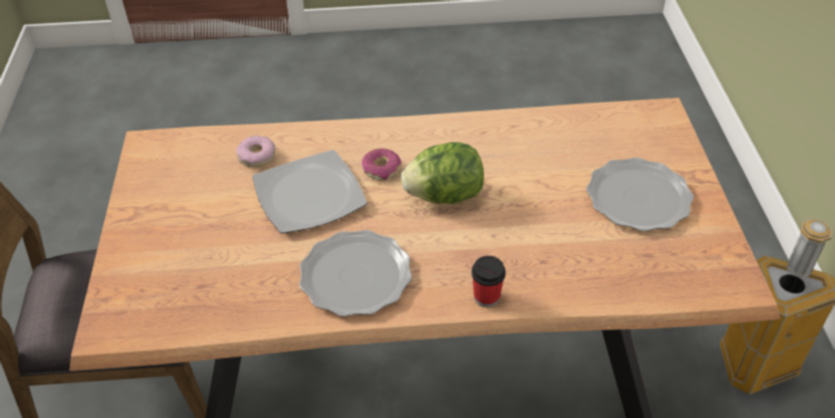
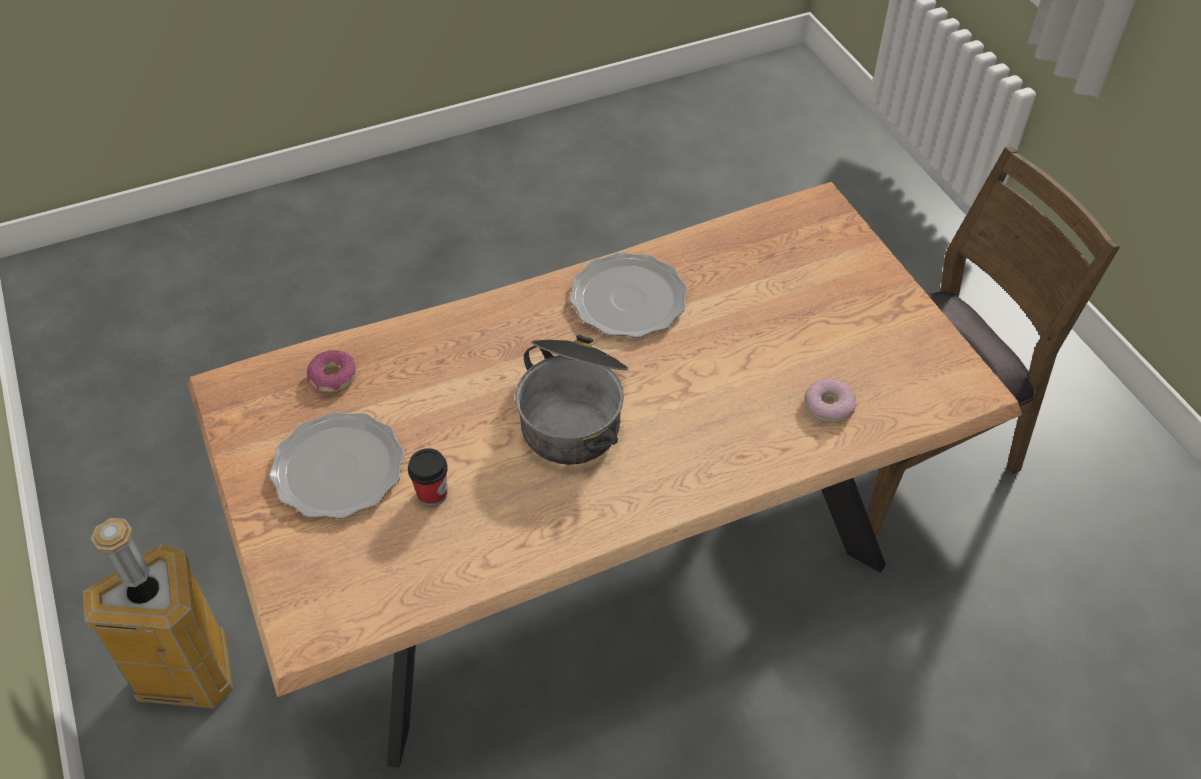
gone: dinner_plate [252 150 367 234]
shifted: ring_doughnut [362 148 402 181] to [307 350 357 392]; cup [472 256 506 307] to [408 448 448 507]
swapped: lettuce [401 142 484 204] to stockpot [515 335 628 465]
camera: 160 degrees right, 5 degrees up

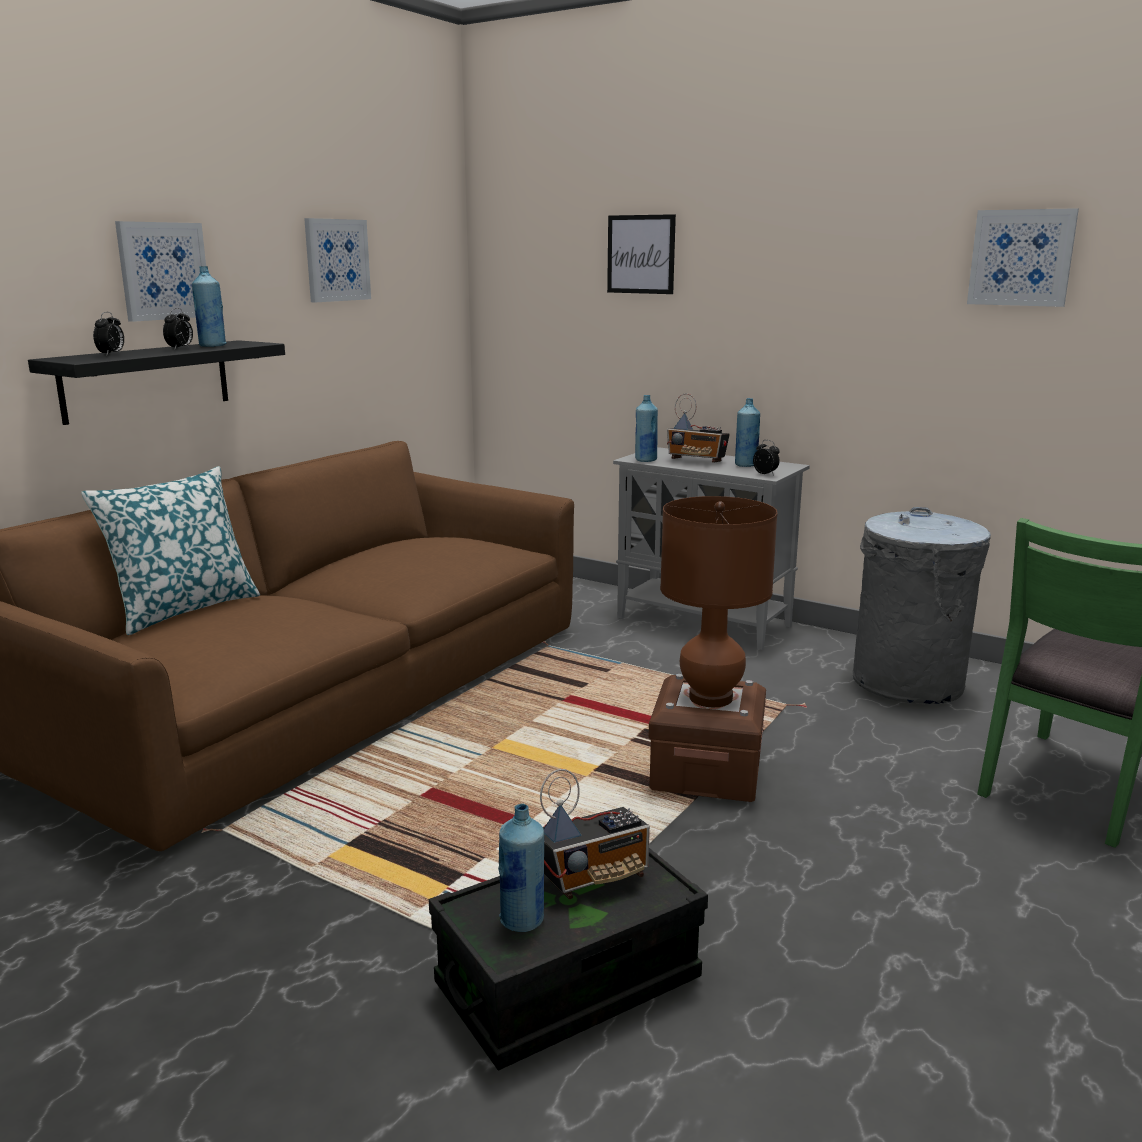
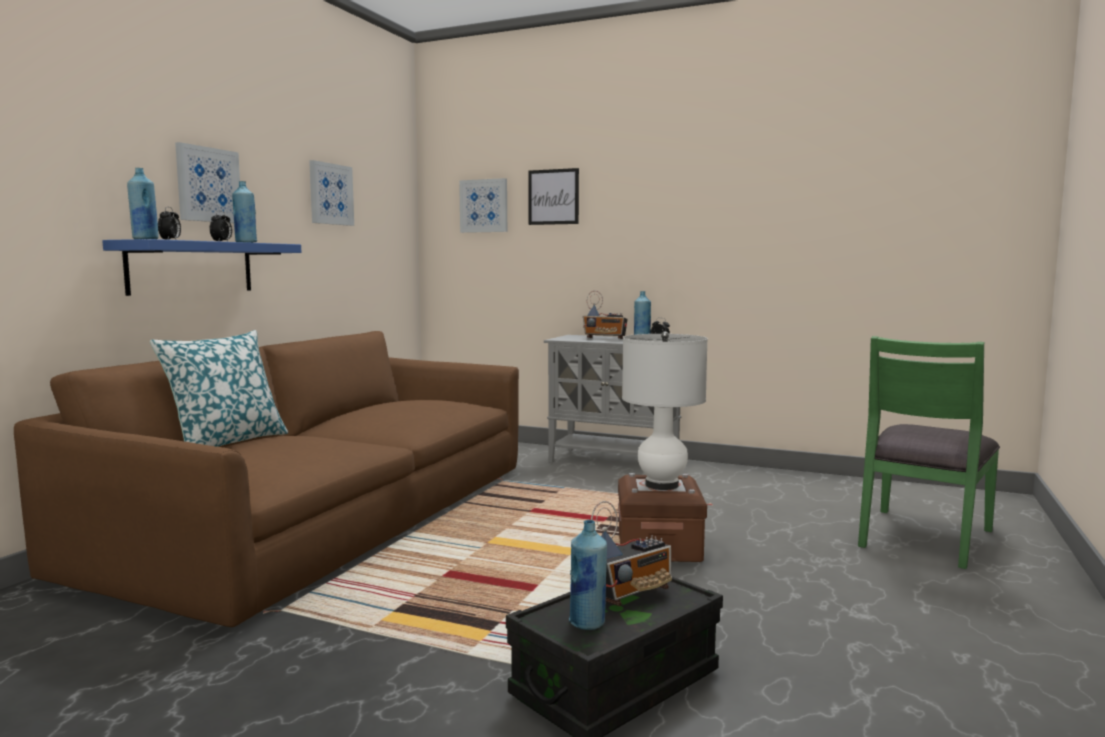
gone: grey_rubbish_bin [853 507 991 704]
shifted: bluish_drink_bottle [635 395 658 462] to [127 168 159 239]; picture [967 208 1079 307] to [459 178 507 233]
repainted: black_shelf [28 340 285 425] to bluish_shelf [102 239 302 296]; brownish_tabletop_lamp [660 496 778 707] to white_tabletop_lamp [622 332 708 490]
camera: 10 degrees left, 10 degrees down

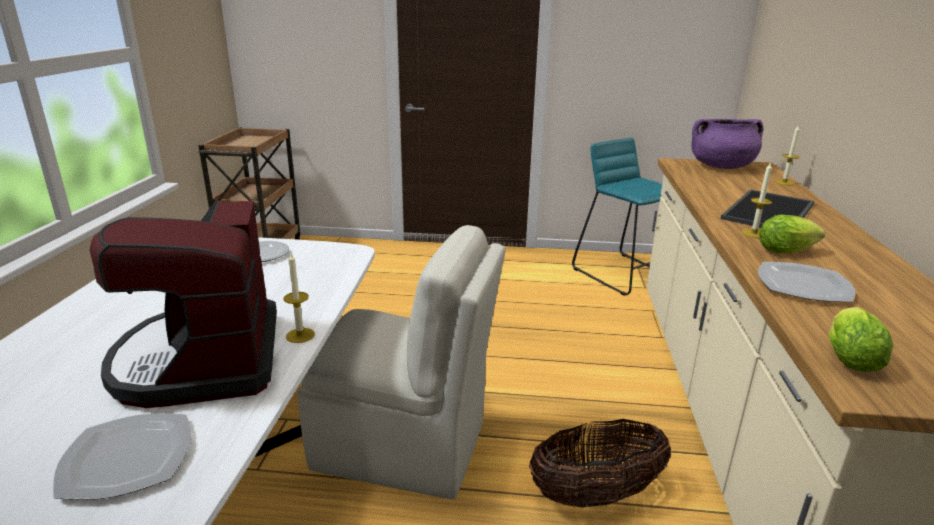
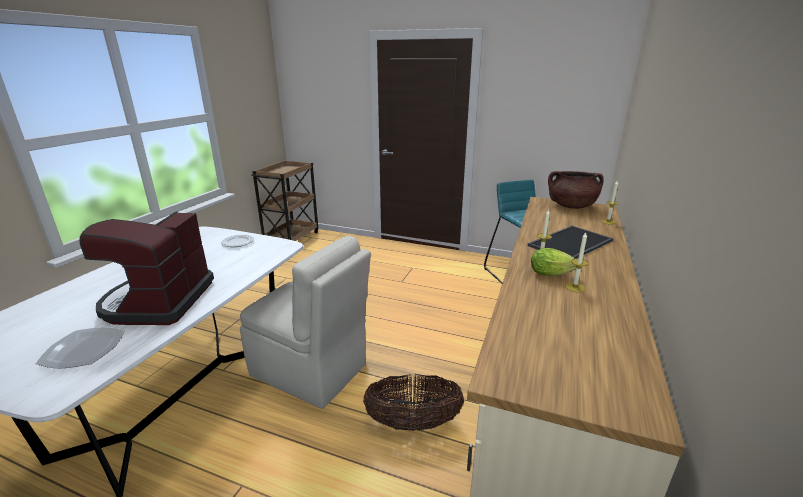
gone: dinner_plate [758 262 855 302]; lettuce [829 307 894 372]
shifted: candle [283 253 315 343] to [565 233 589 292]
repainted: purple_stockpot [691 119 763 169] to brownish_stockpot [548 171 604 209]
camera: 15 degrees right, 0 degrees up

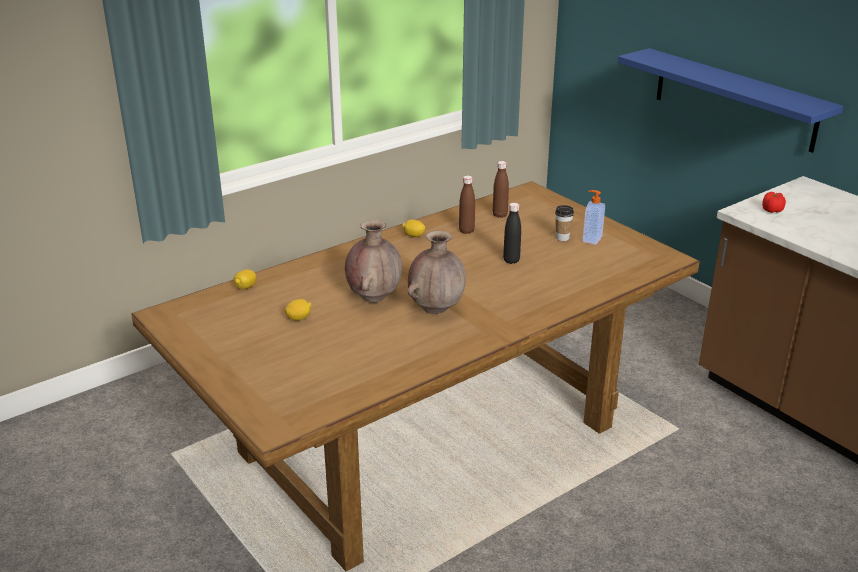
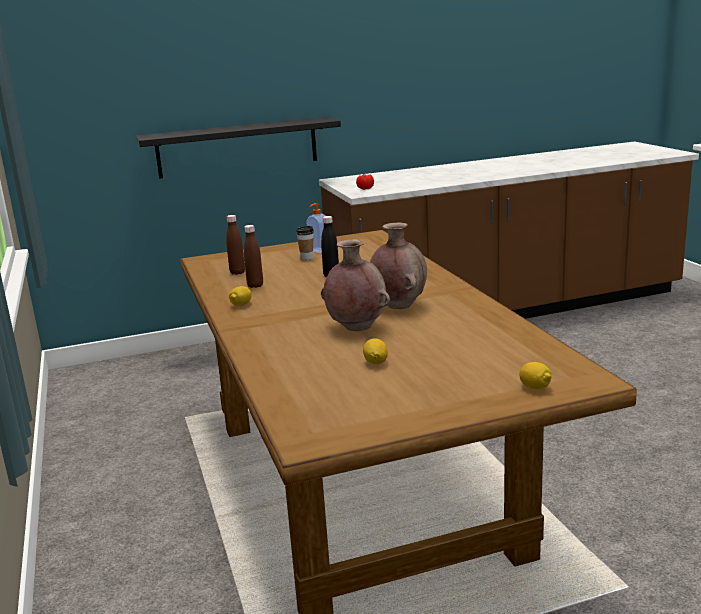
shifted: whole_lemon [234 269 257 289] to [519 362 551 389]
repainted: bluish_shelf [618 48 843 153] to black_shelf [136 117 341 179]
camera: 70 degrees left, 10 degrees down

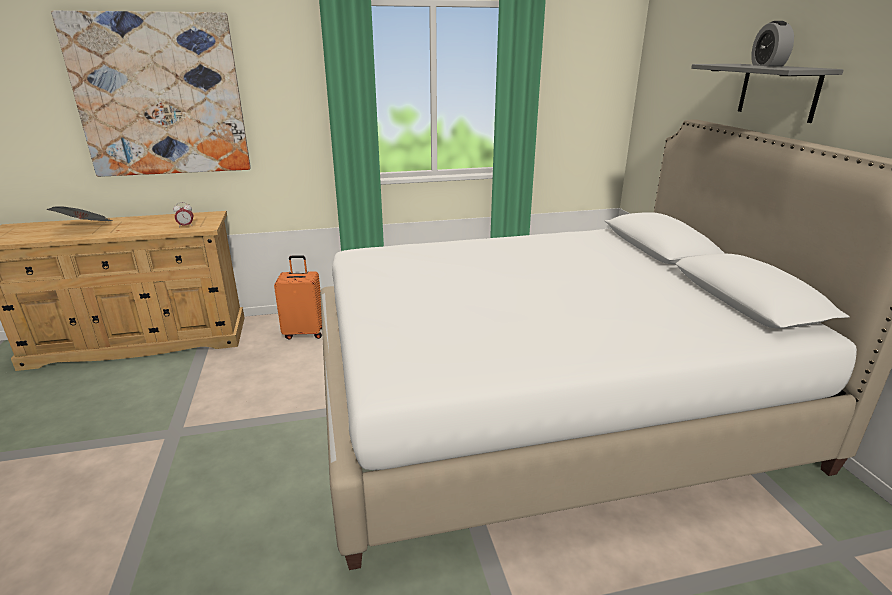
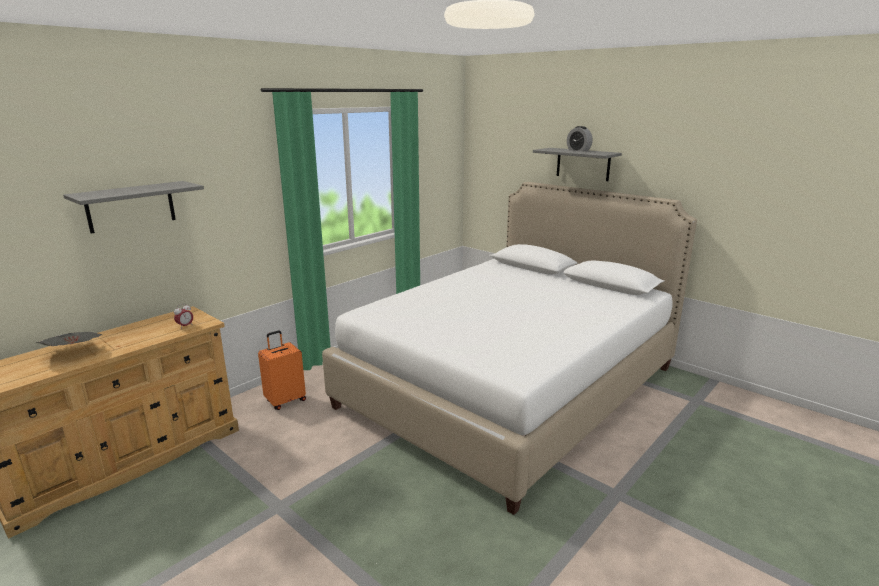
swapped: picture [51 11 251 177] to grey_shelf [63 181 204 233]
camera: 35 degrees left, 5 degrees down

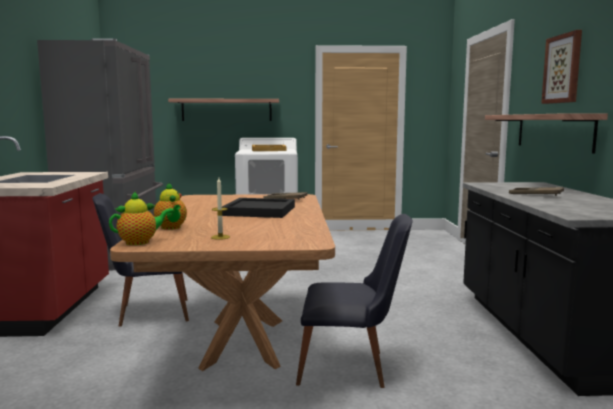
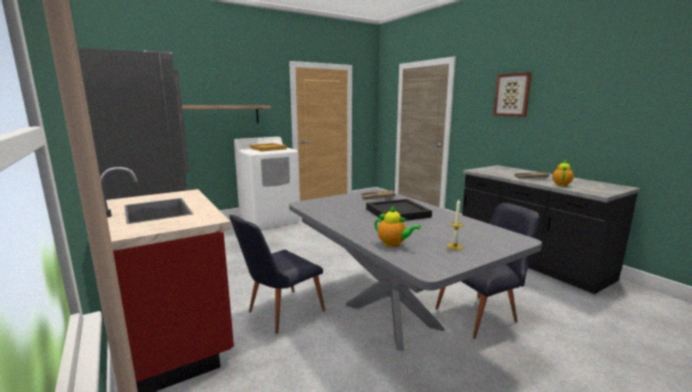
gone: shelf [485 113 608 154]
shifted: teapot [109 191 174 245] to [552 159 574 186]
repainted: brownish_dining_table [110 194 335 371] to grey_dining_table [289 189 542 351]
camera: 30 degrees left, 5 degrees up

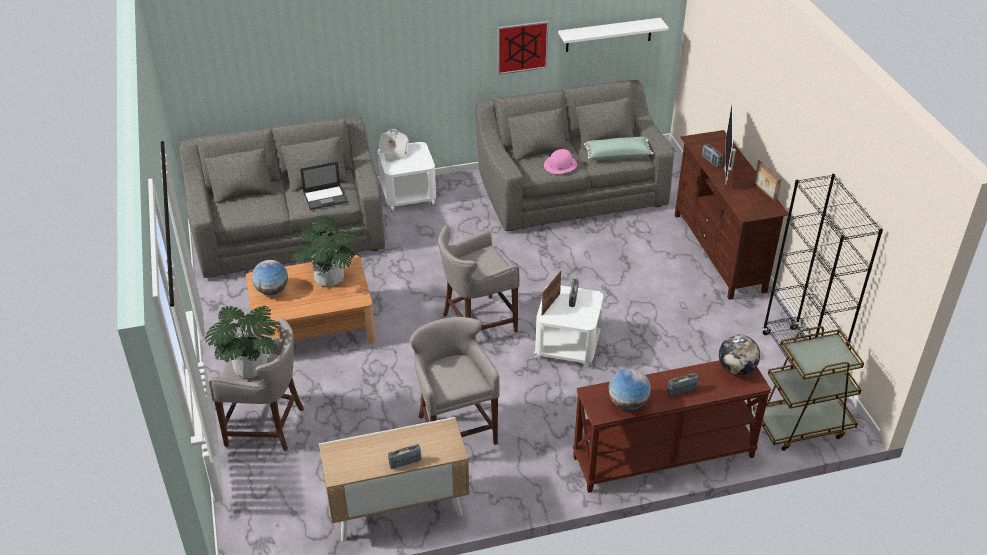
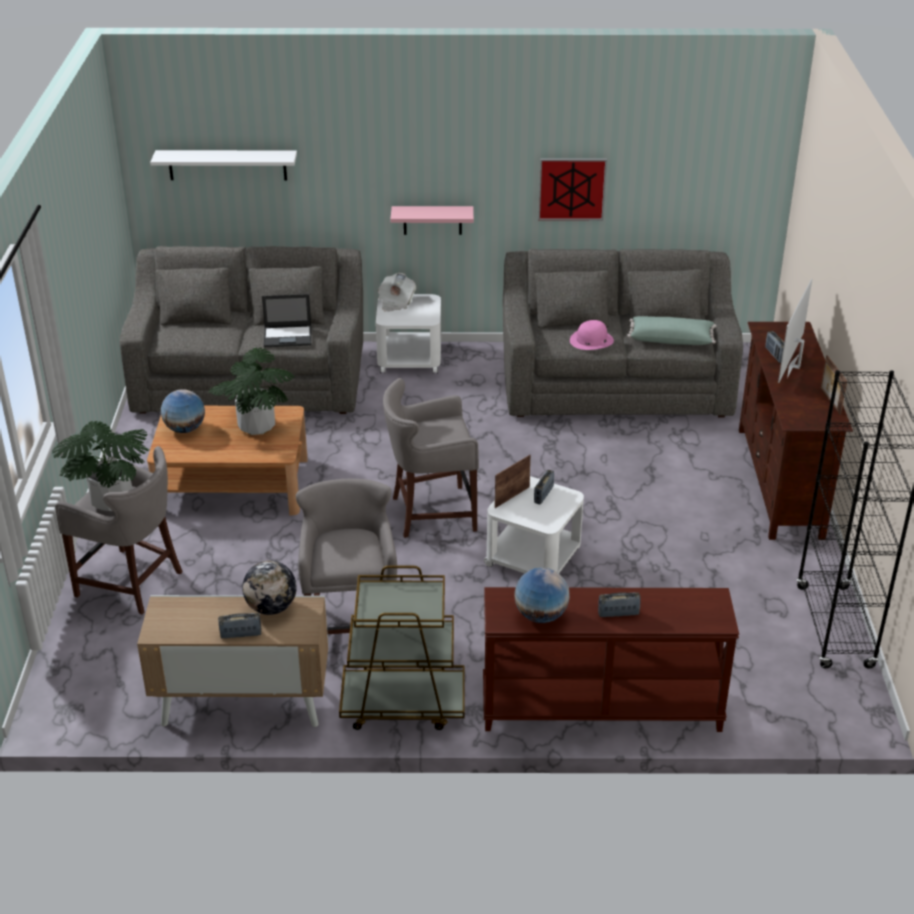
new: pinkish_shelf [391 206 474 235]
shifted: white_shelf [558 18 669 52] to [150 150 297 180]; desk_globe [719 335 760 375] to [242 561 297 615]; brownish_cart [753 326 864 451] to [339 566 464 730]
camera: 15 degrees right, 5 degrees down

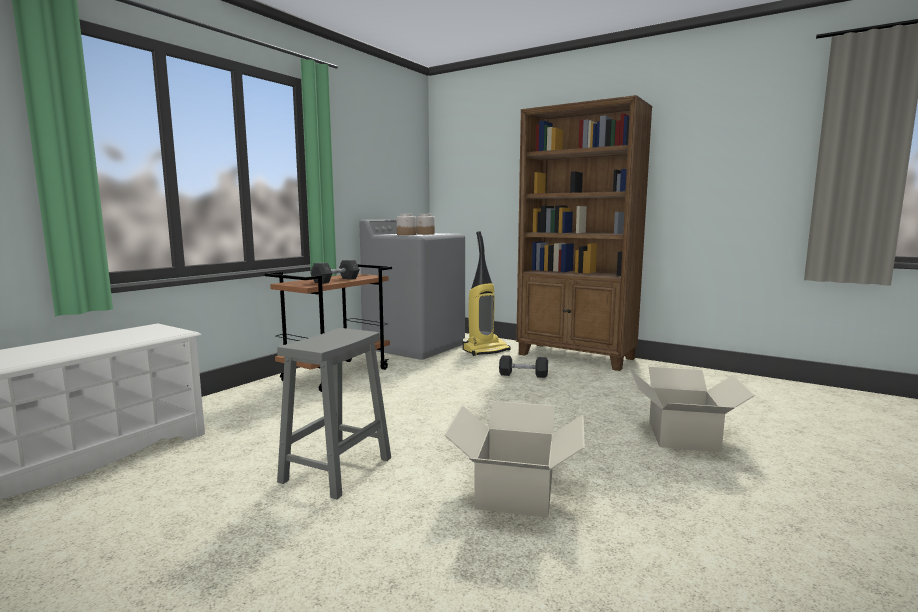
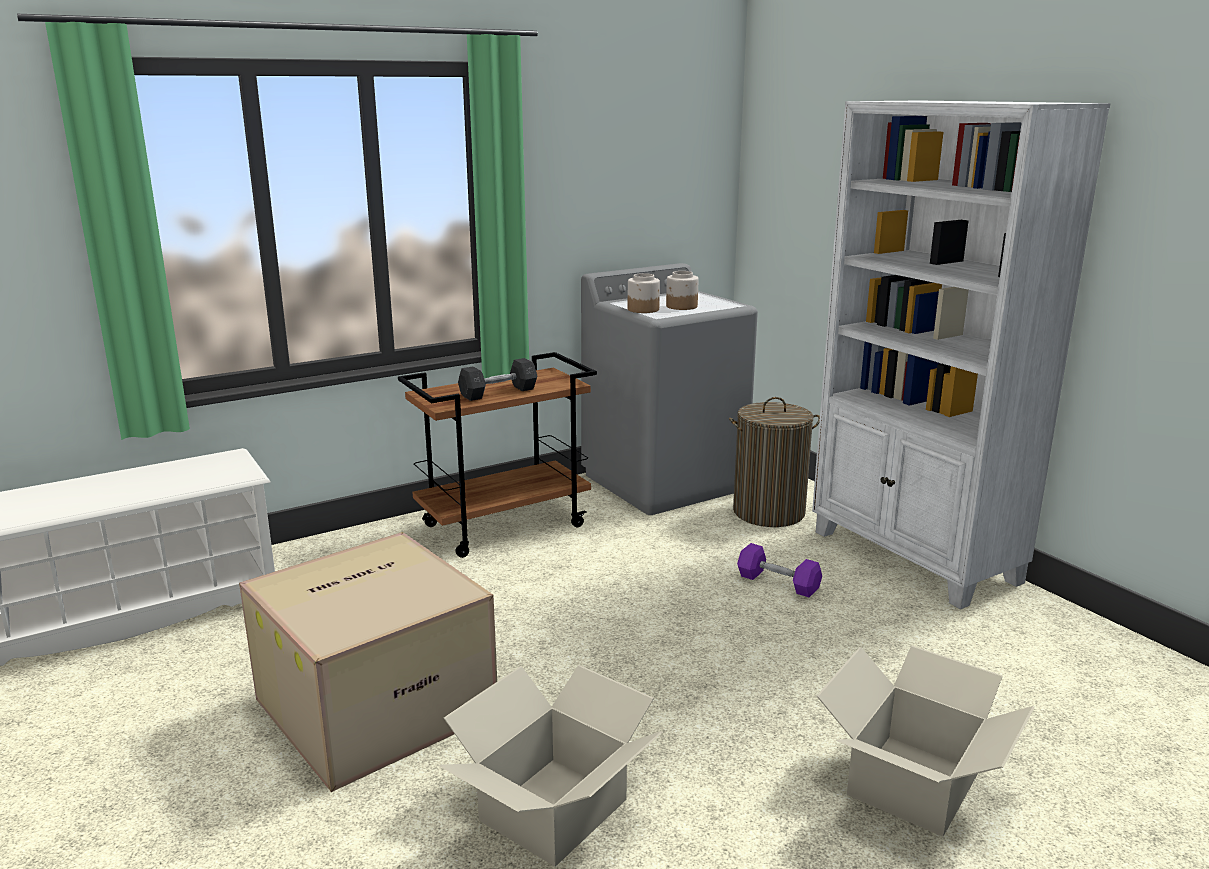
swapped: grey_sitting_stool [277 328 391 499] to carton [239 532 497 792]; vacuum [463 231 511 356] to laundry_basket [729 397 820 527]
repainted: grey_hand_weight [499 355 548 378] to purple_hand_weight [737 543 822 597]; brownish_bookshelf [516 95 652 371] to white_bookshelf [812 101 1111 609]
camera: 25 degrees right, 10 degrees up

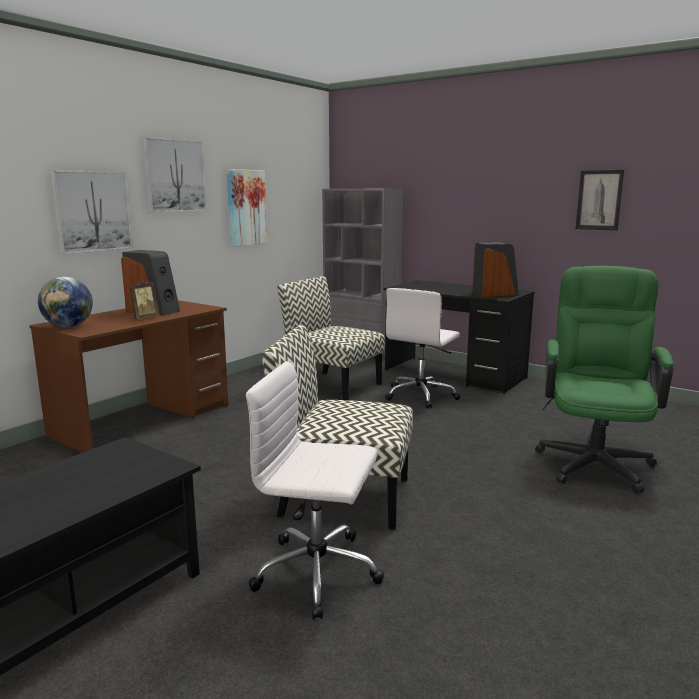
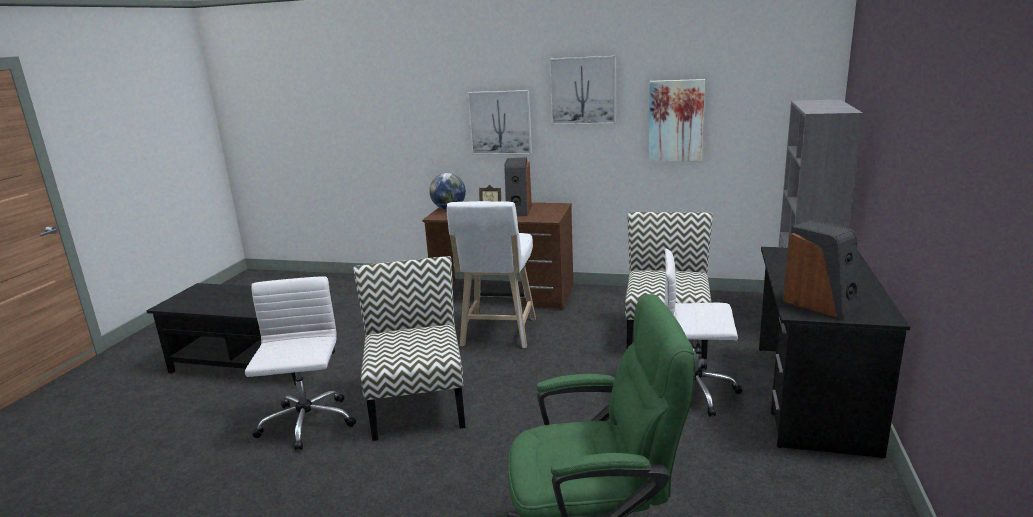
gone: picture [576 170 624 230]
new: white_sitting_stool [447 201 536 348]
camera: 70 degrees right, 5 degrees up

